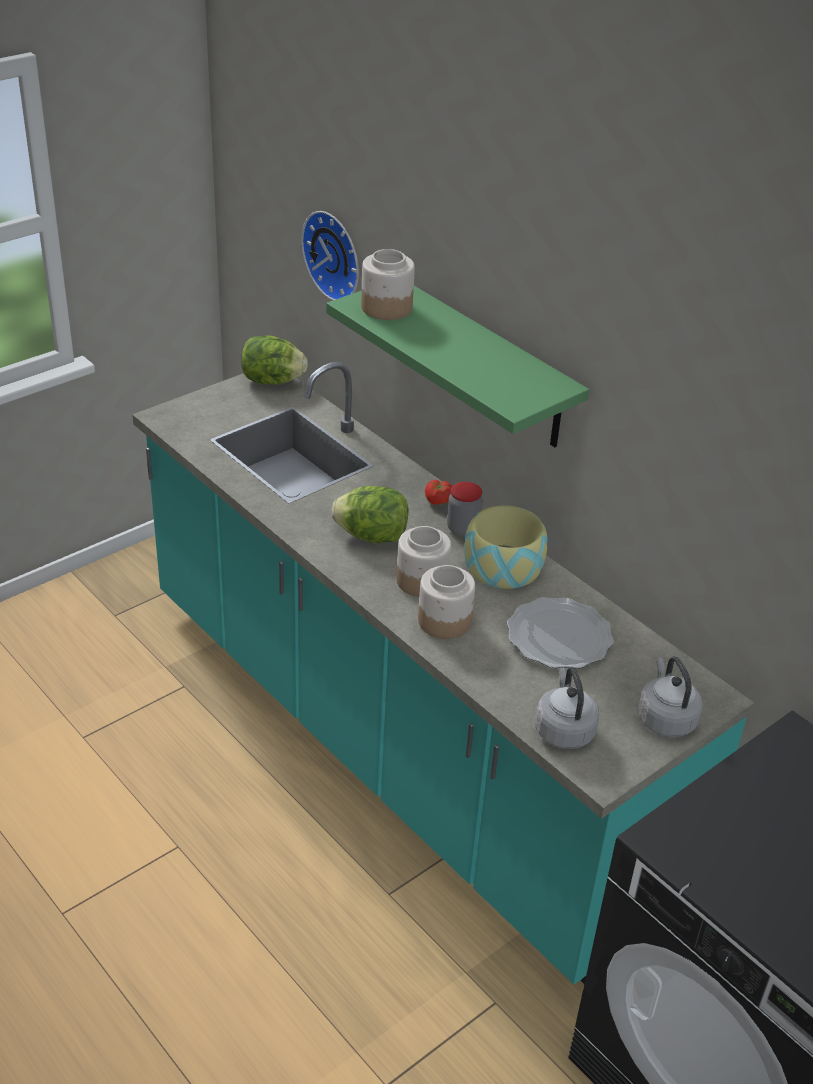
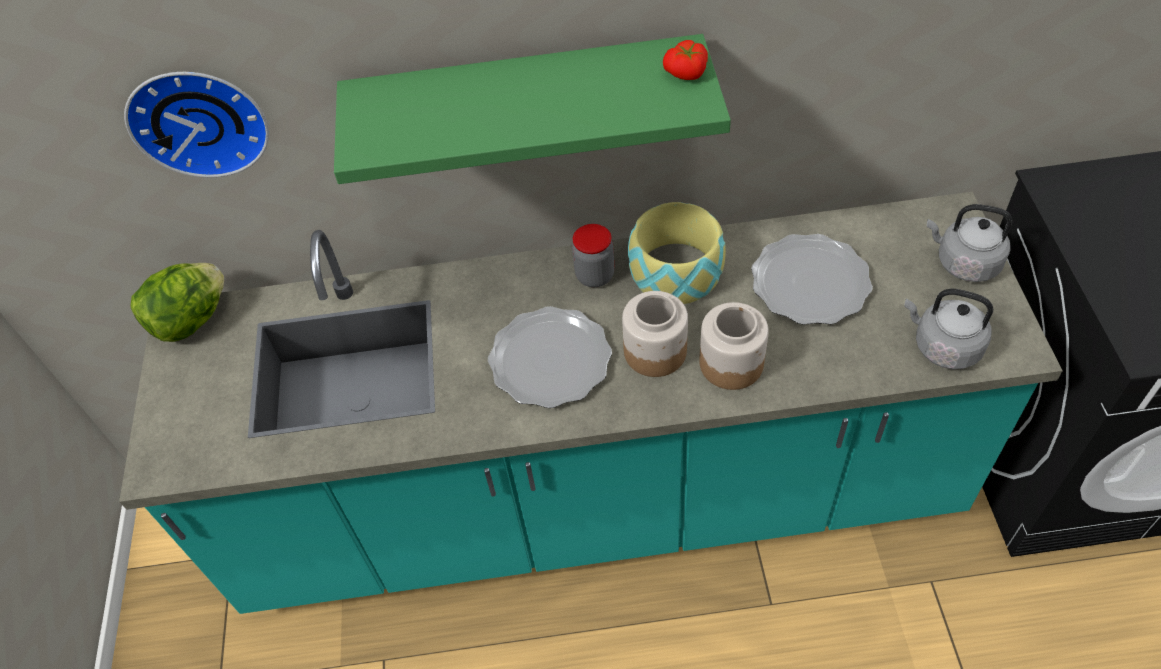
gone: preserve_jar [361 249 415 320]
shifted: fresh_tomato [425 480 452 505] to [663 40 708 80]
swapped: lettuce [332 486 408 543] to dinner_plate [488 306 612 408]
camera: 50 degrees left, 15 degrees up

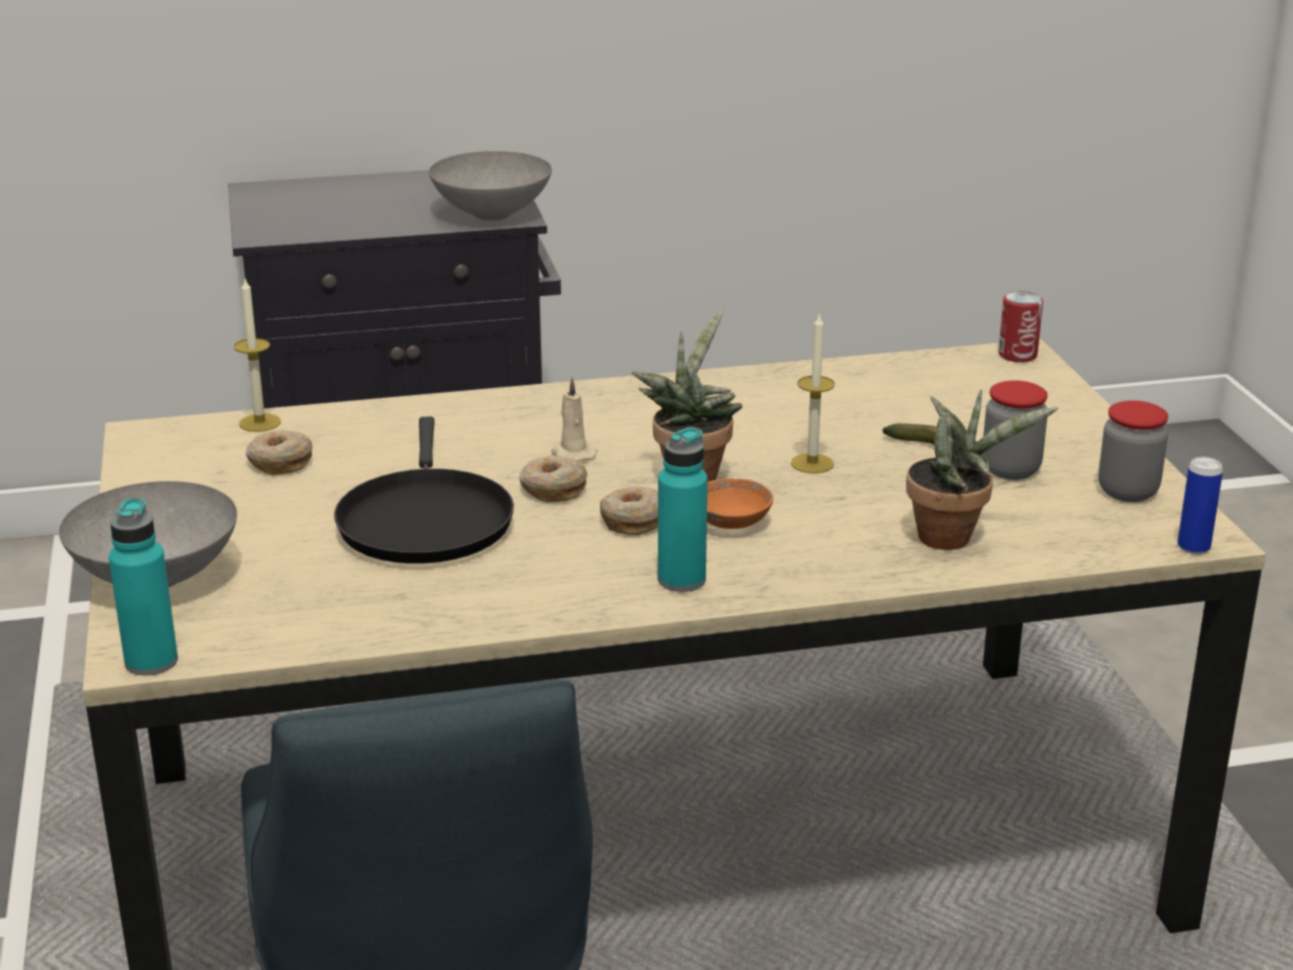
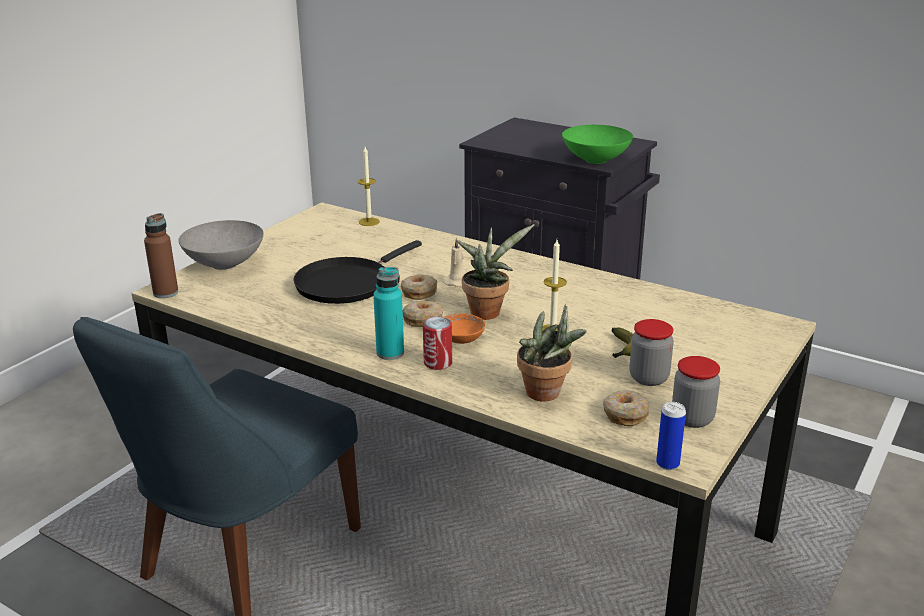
shifted: can [998 291 1043 362] to [423 317 452 370]; ring_doughnut [246 430 313 475] to [603 390 650 426]
repainted: turquoise-coloured_drink_bottle [109 498 178 676] to brownish_drink_bottle [144 213 178 298]; grey_bowl [429 151 552 220] to green-coloured_bowl [562 125 633 164]
camera: 45 degrees right, 0 degrees up

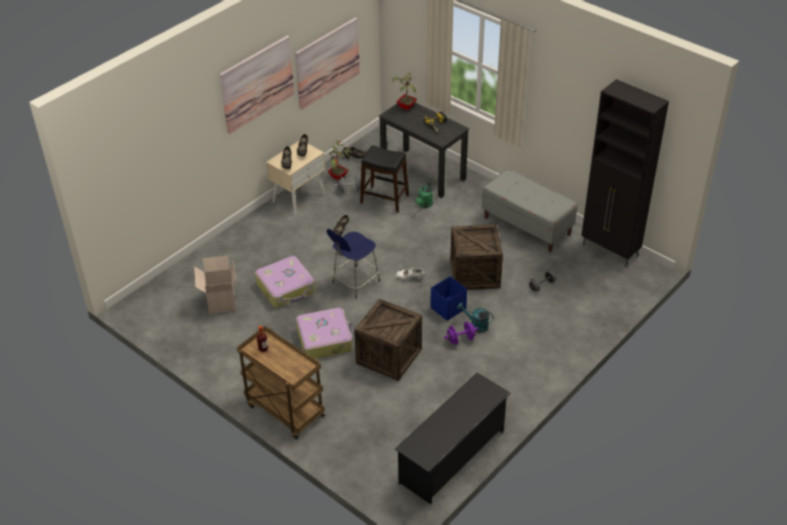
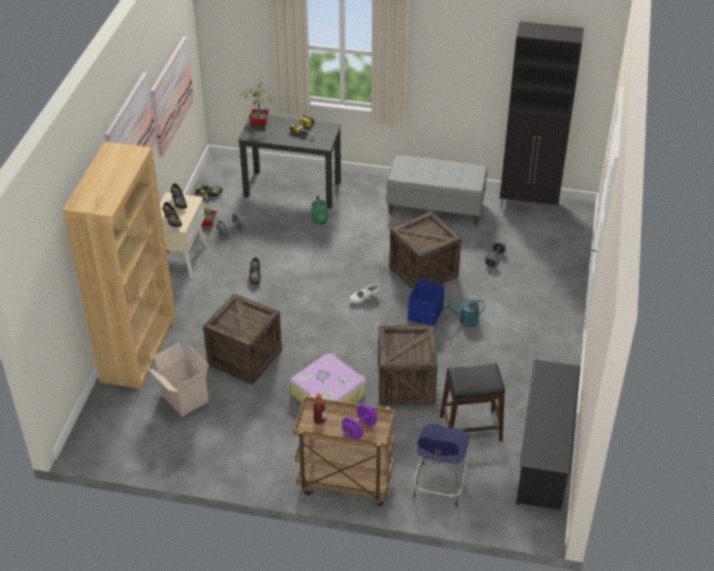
new: brownish_bookshelf [63 142 176 389]
shifted: purple_hand_weight [444 321 478 345] to [342 404 377 439]; bluish_sitting_stool [327 229 380 299] to [413 424 469 507]; black_sitting_stool [360 145 409 213] to [440 363 505 441]
swapped: piece_of_luggage [255 256 315 308] to packing_crate [203 293 282 384]
camera: 30 degrees left, 0 degrees up

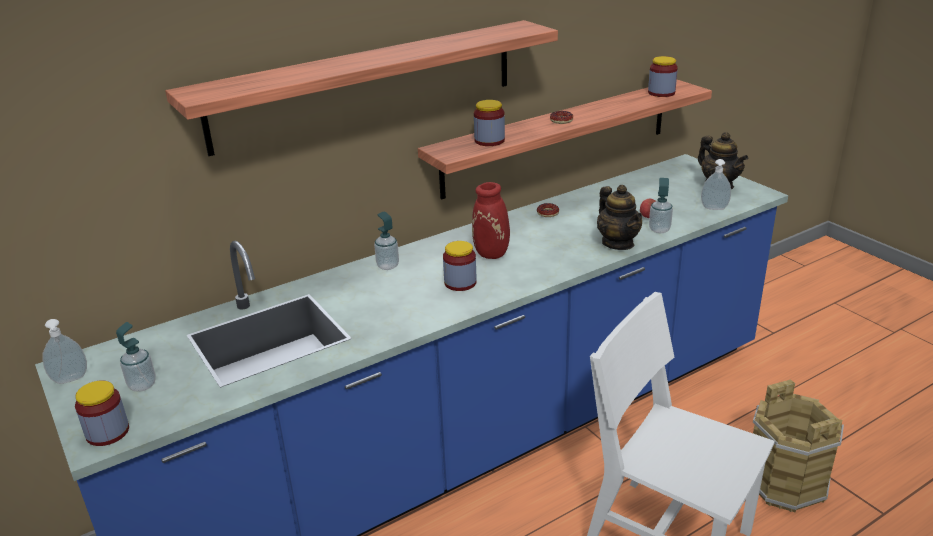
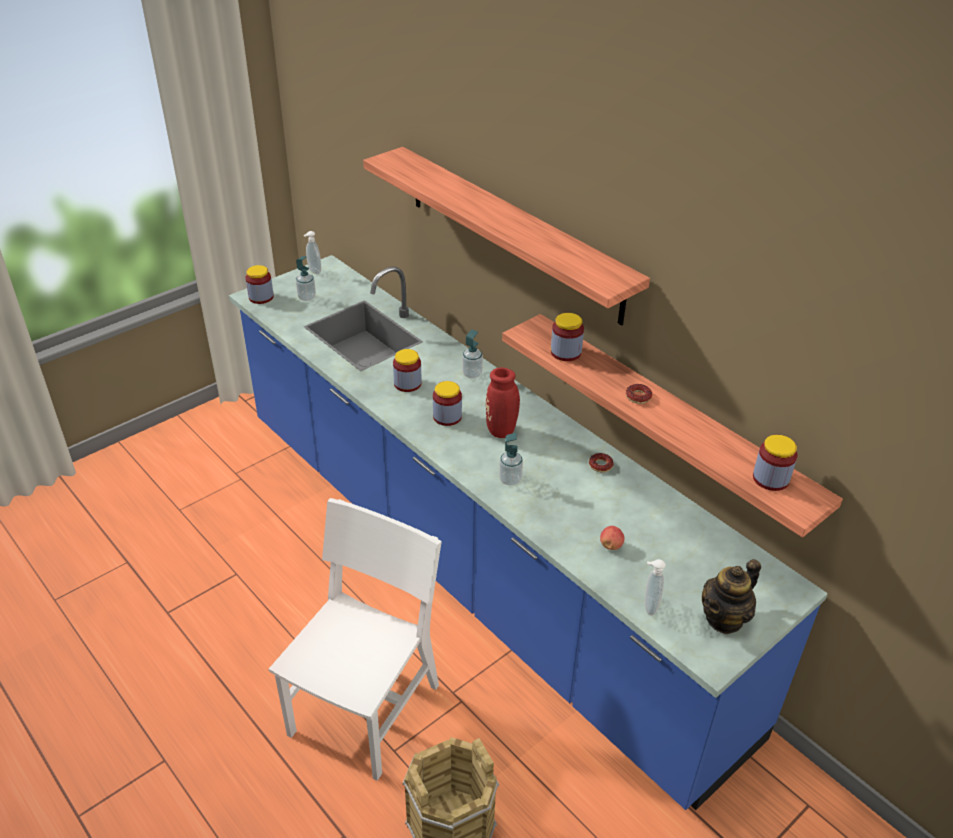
gone: teapot [597 185 642 250]
new: preserve_jar [393 349 422 392]
shifted: liquid_soap_bottle [649 178 673 233] to [499 433 523 486]
camera: 80 degrees right, 10 degrees up

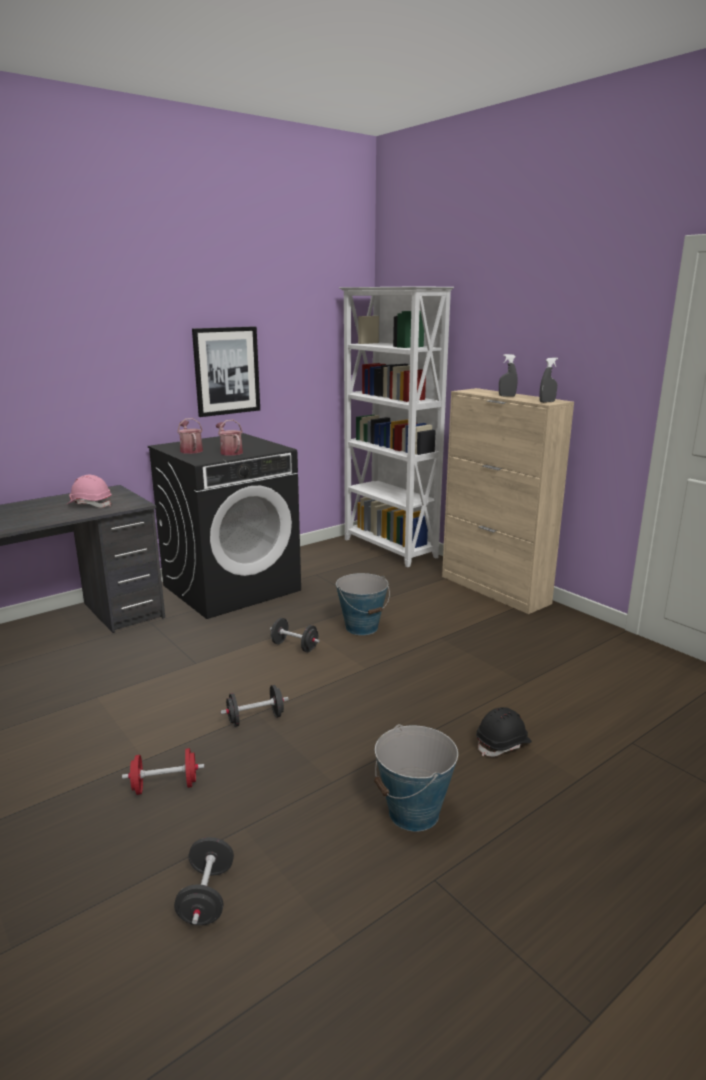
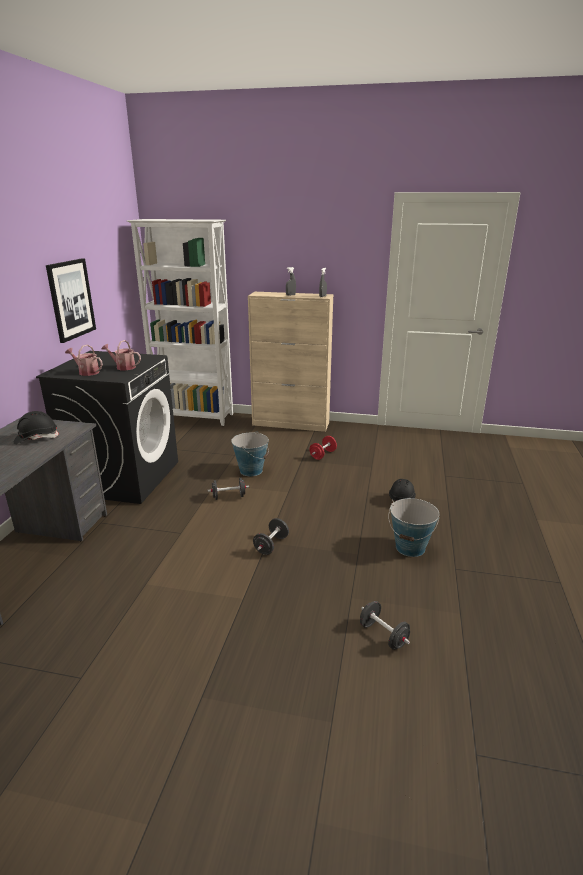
shifted: red_hand_weight [122 748 204 795] to [310 436 337 460]
repainted: pinkish_safety_helmet [66 475 112 507] to black_safety_helmet [14 411 59 444]
camera: 40 degrees left, 5 degrees up

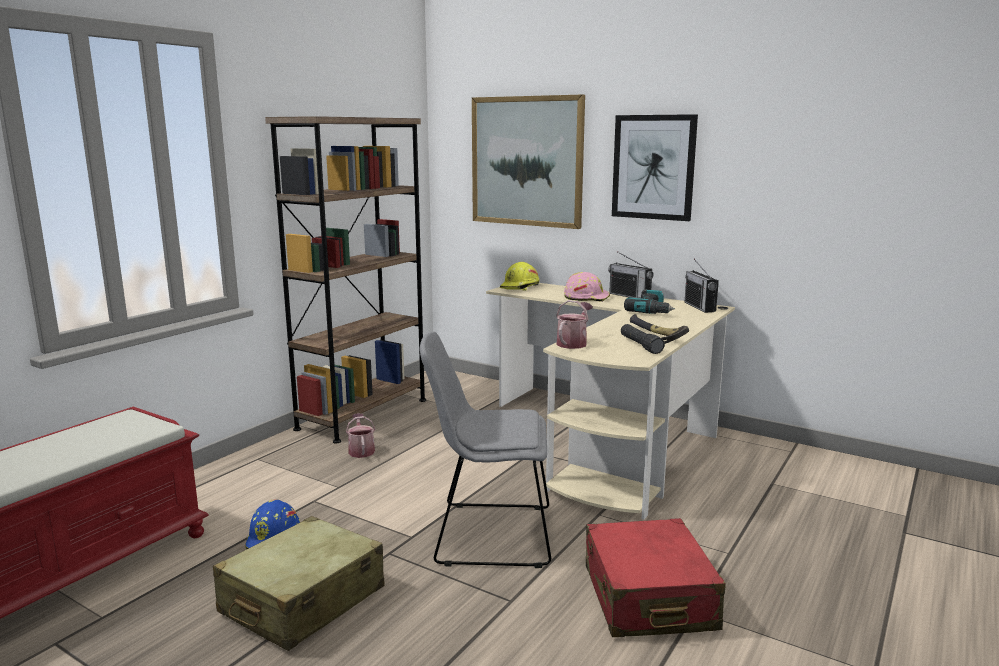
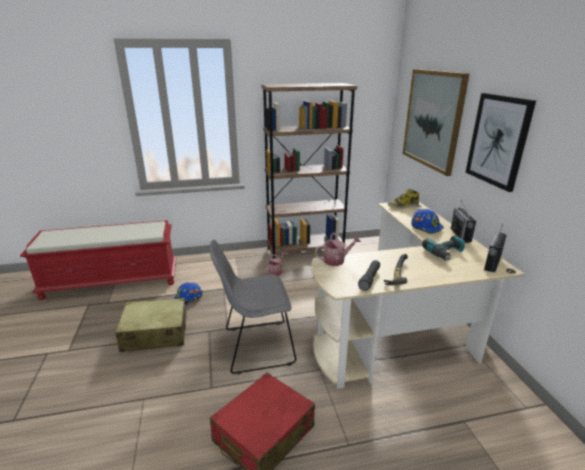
swapped: yellow-coloured_safety_helmet [500 262 540 291] to boot [388 189 419 208]
repainted: pinkish_safety_helmet [564 272 610 302] to bluish_safety_helmet [411 208 444 234]
rotated: grey_chair [420 332 551 568] = [210 240 296 375] 60 degrees counterclockwise
camera: 45 degrees right, 10 degrees up

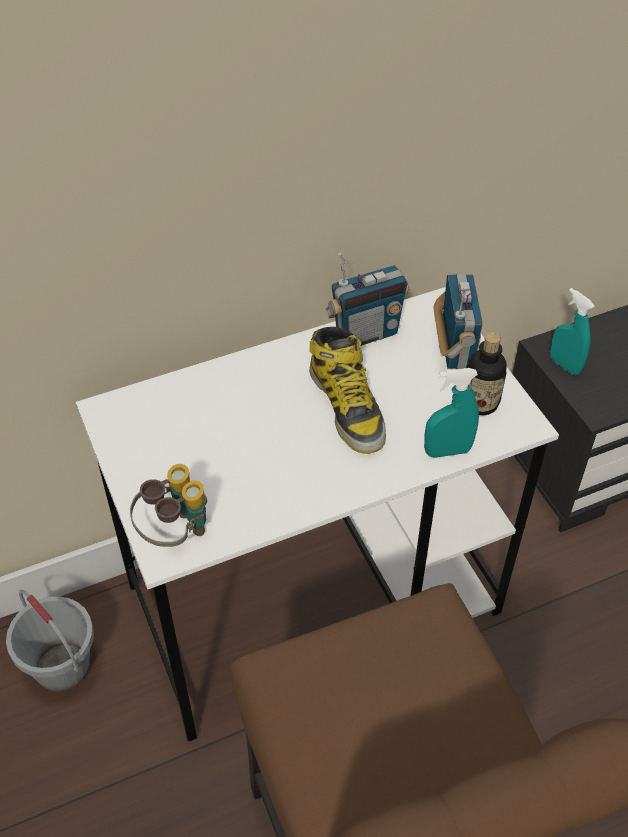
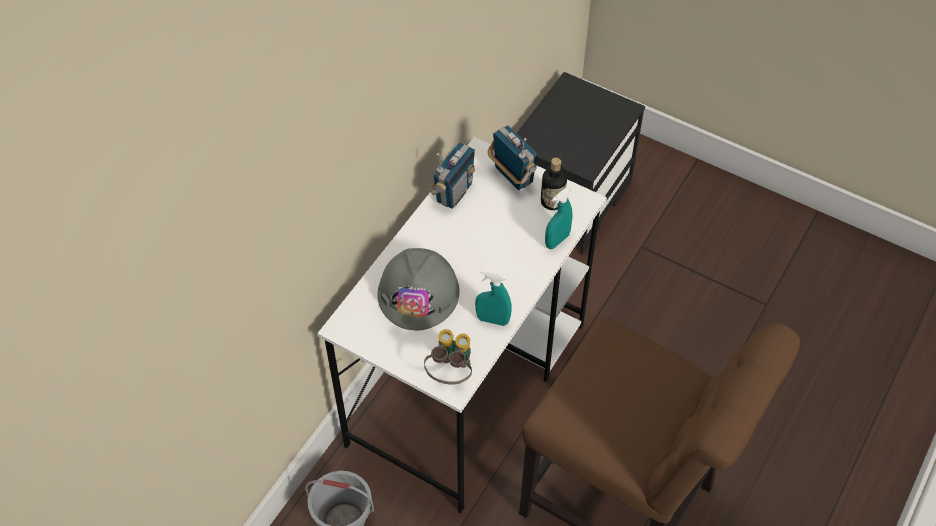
gone: boot [309 327 386 454]
new: grey_safety_helmet [377 248 460 331]
shifted: turquoise-coloured_hand_sprayer [550 288 595 375] to [475 269 512 326]
camera: 35 degrees left, 5 degrees up

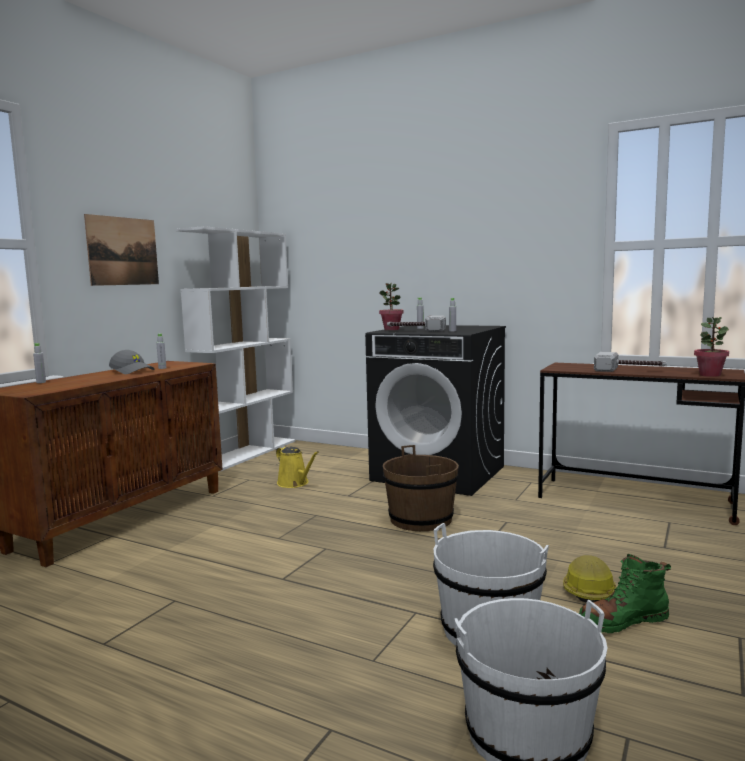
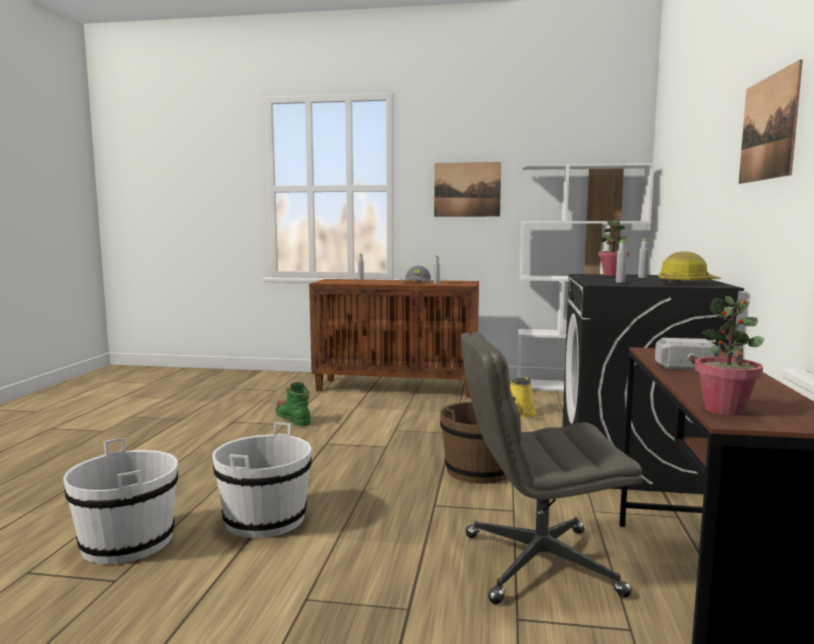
gone: hammer [387 315 446 332]
new: grey_desk_chair [461 332 643 604]; picture [739 59 803 184]
shifted: green-coloured_boot [578 554 671 633] to [276 382 311 426]; safety_helmet [563 555 617 603] to [658 251 721 285]
camera: 70 degrees right, 0 degrees up

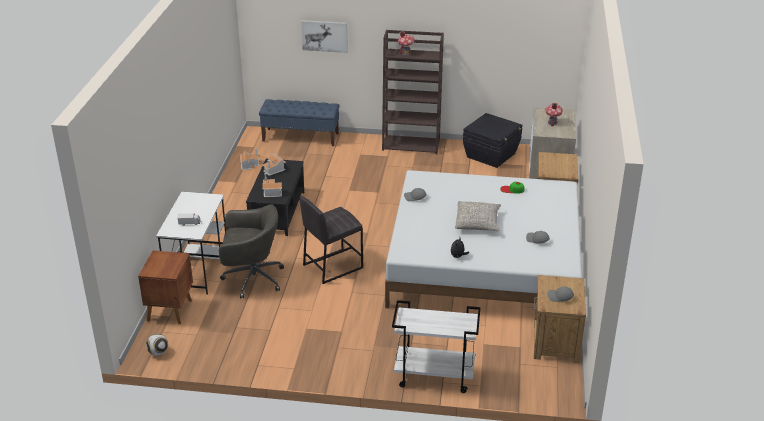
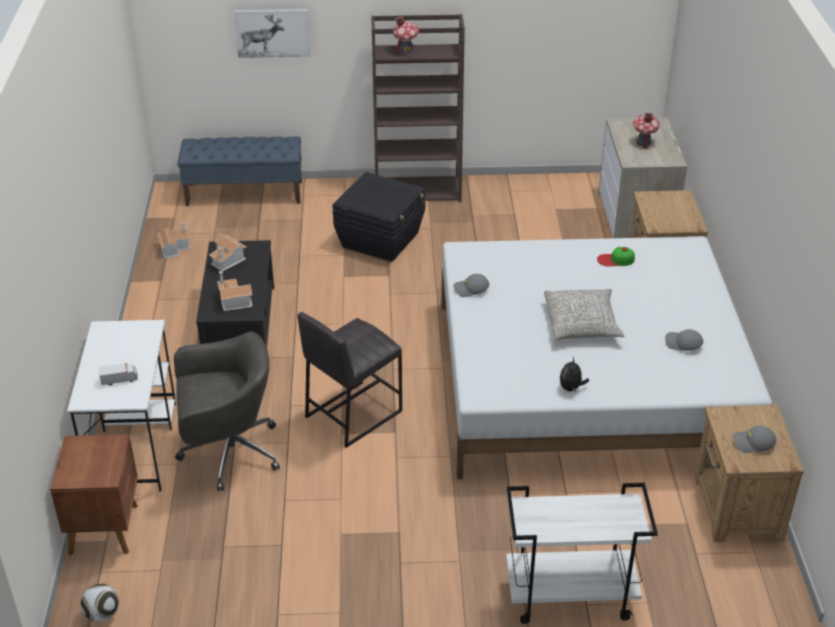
shifted: black_storage_bin [463 113 522 168] to [332 172 426 262]
camera: 10 degrees left, 5 degrees up

